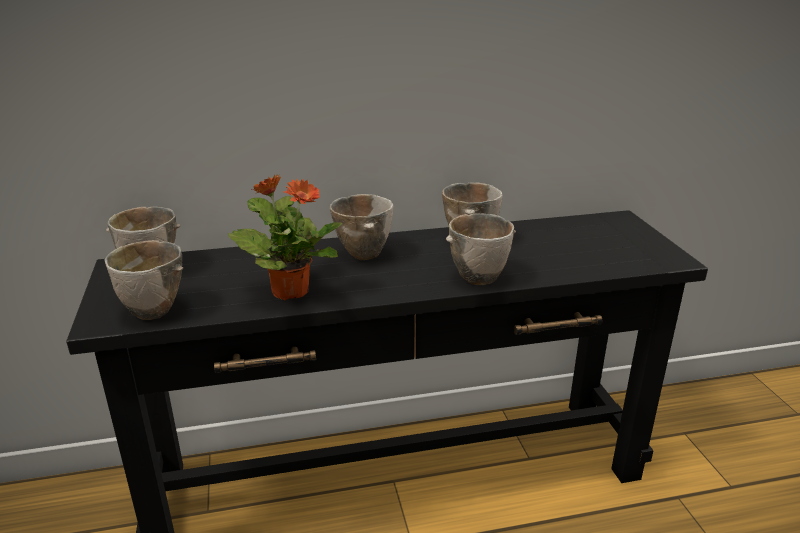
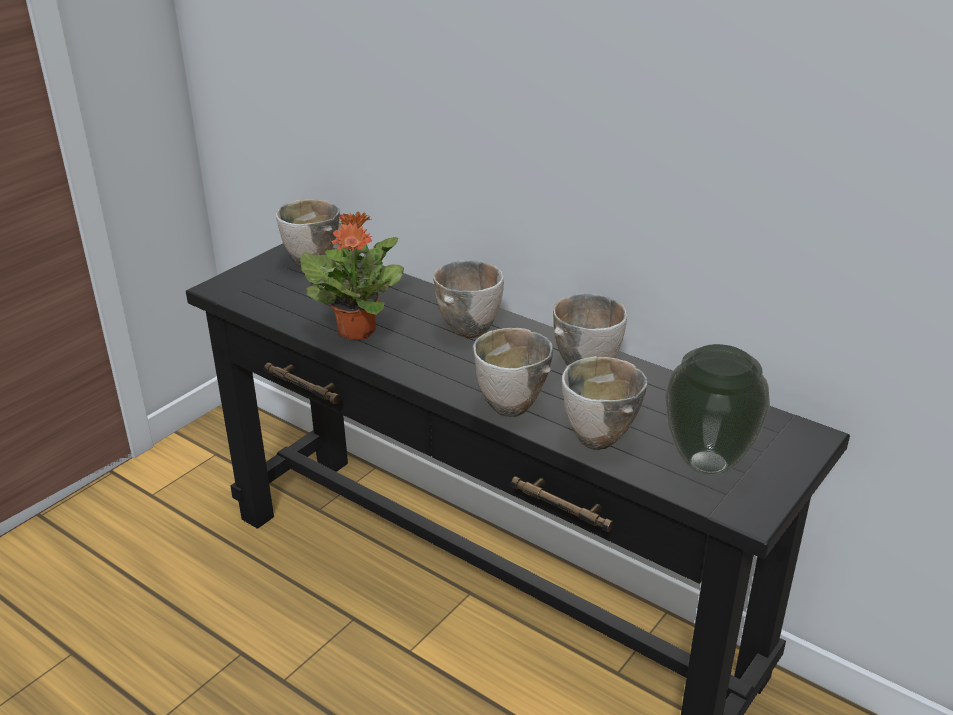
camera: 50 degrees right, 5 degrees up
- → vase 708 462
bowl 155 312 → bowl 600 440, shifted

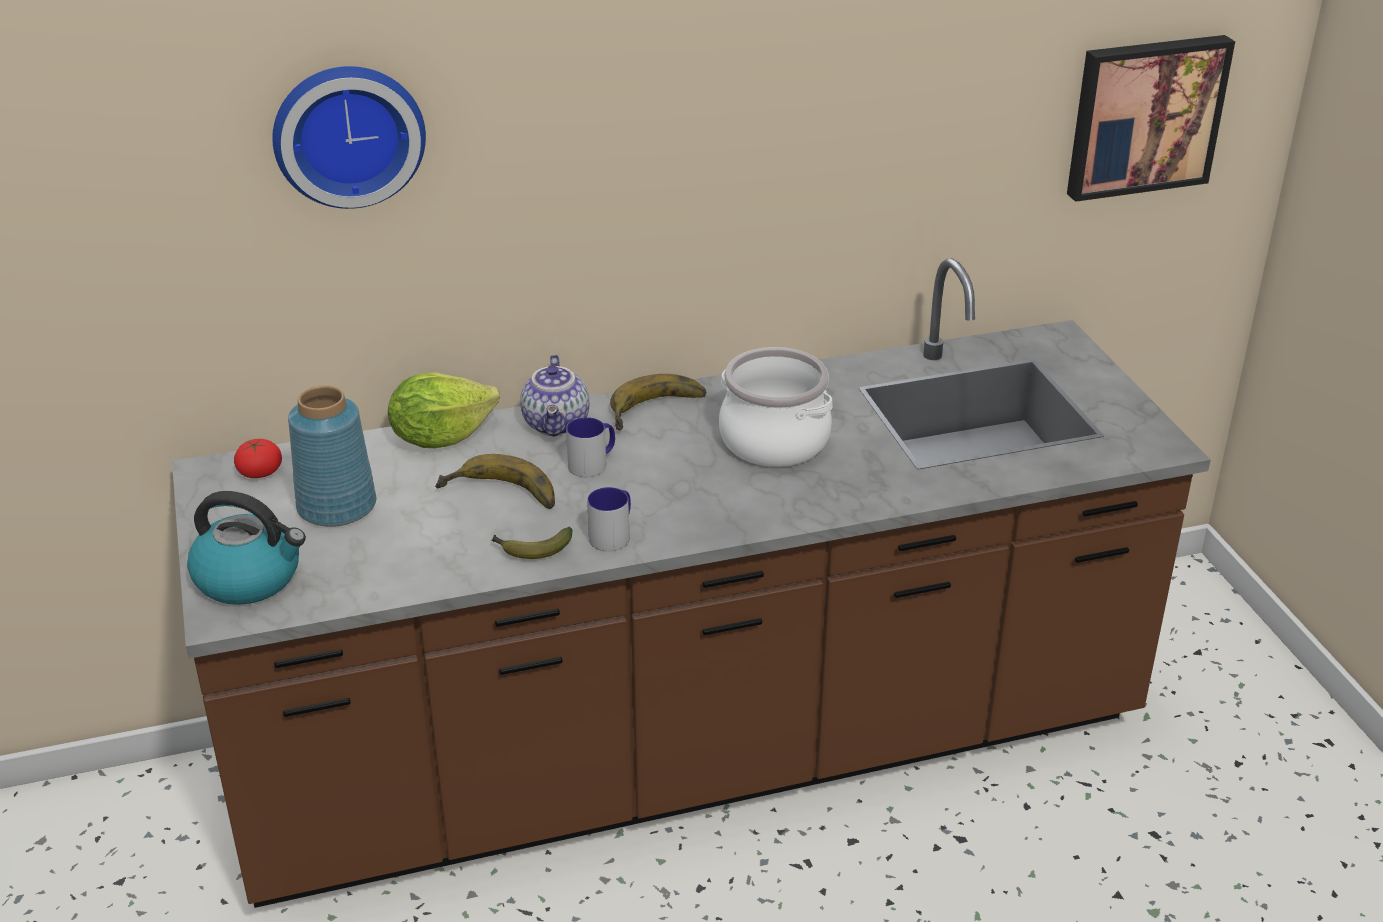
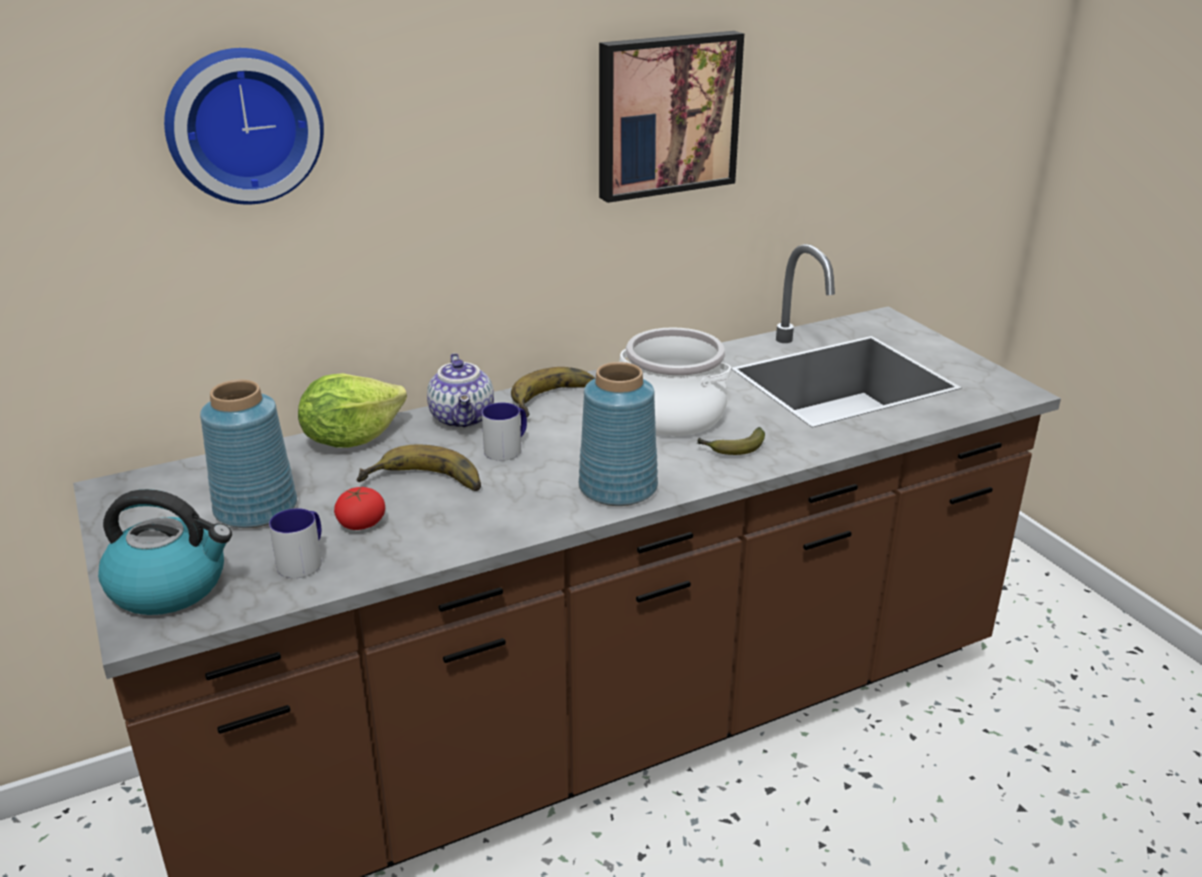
camera: 10 degrees left, 5 degrees down
- → vase (blue) 617 487
tomato 260 472 → tomato 361 523, shifted
banana 531 549 → banana 732 448, shifted
mug 613 534 → mug 304 560, shifted
picture 1144 115 → picture 666 114, shifted

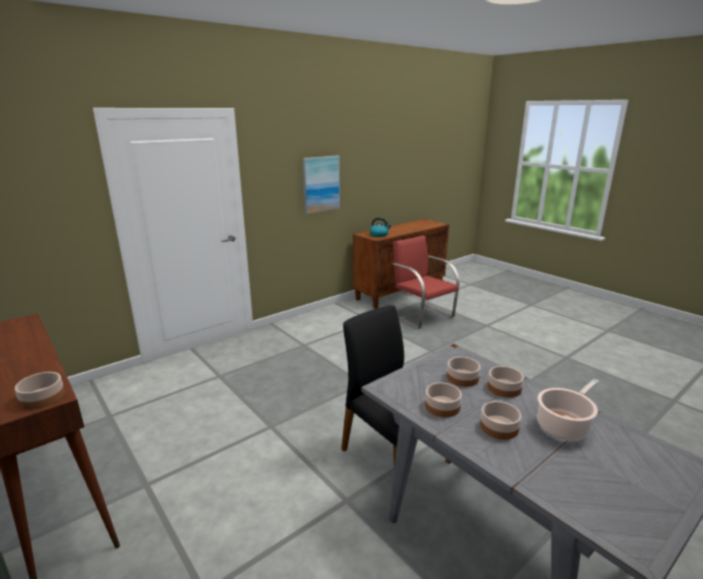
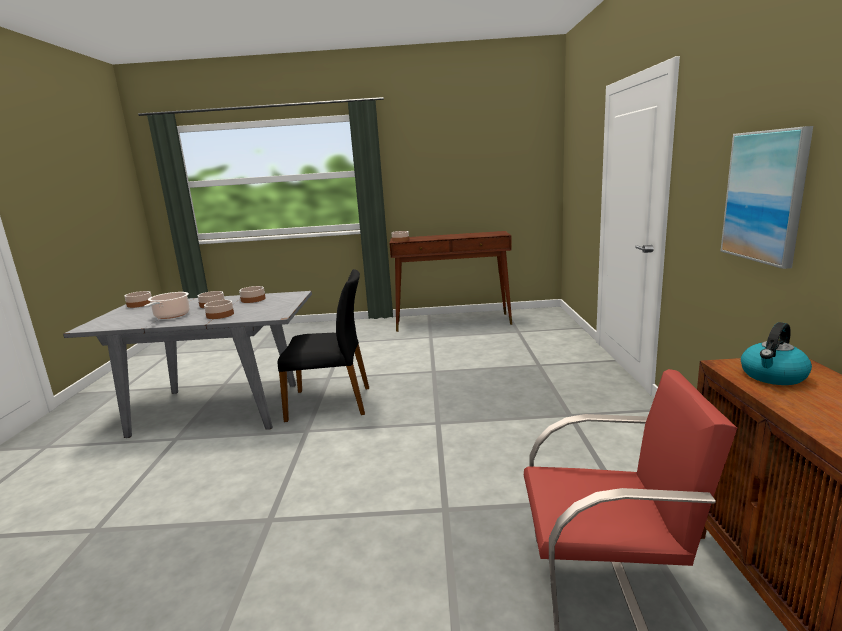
camera: 130 degrees right, 5 degrees down
bowl 463 378 → bowl 139 304, shifted

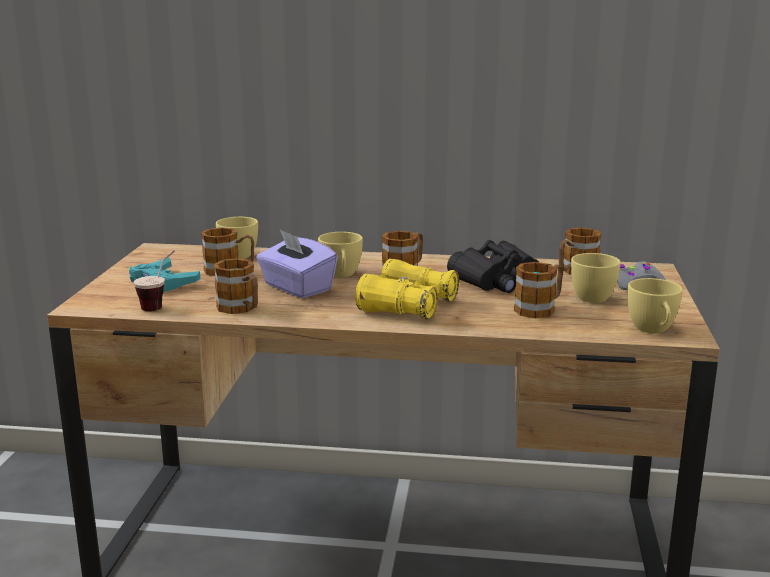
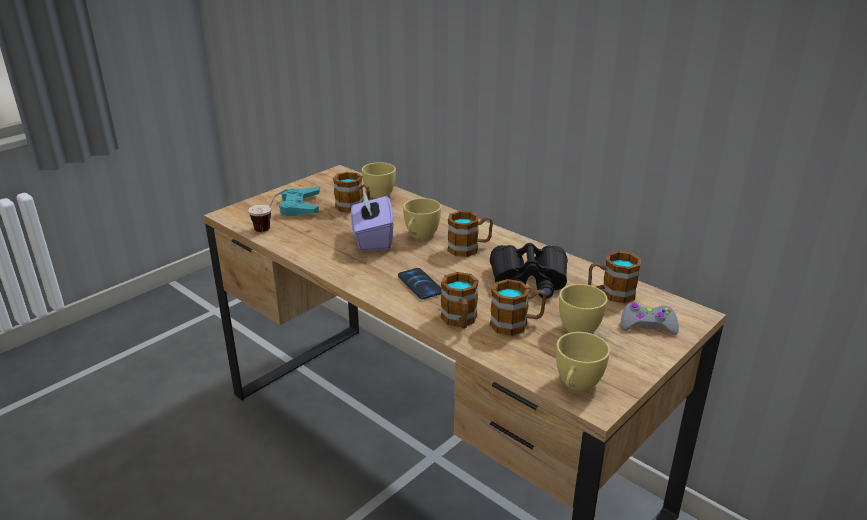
camera: 35 degrees right, 10 degrees up
mug 241 309 → mug 460 321, shifted
binoculars (yellow) 407 306 → phone 420 284

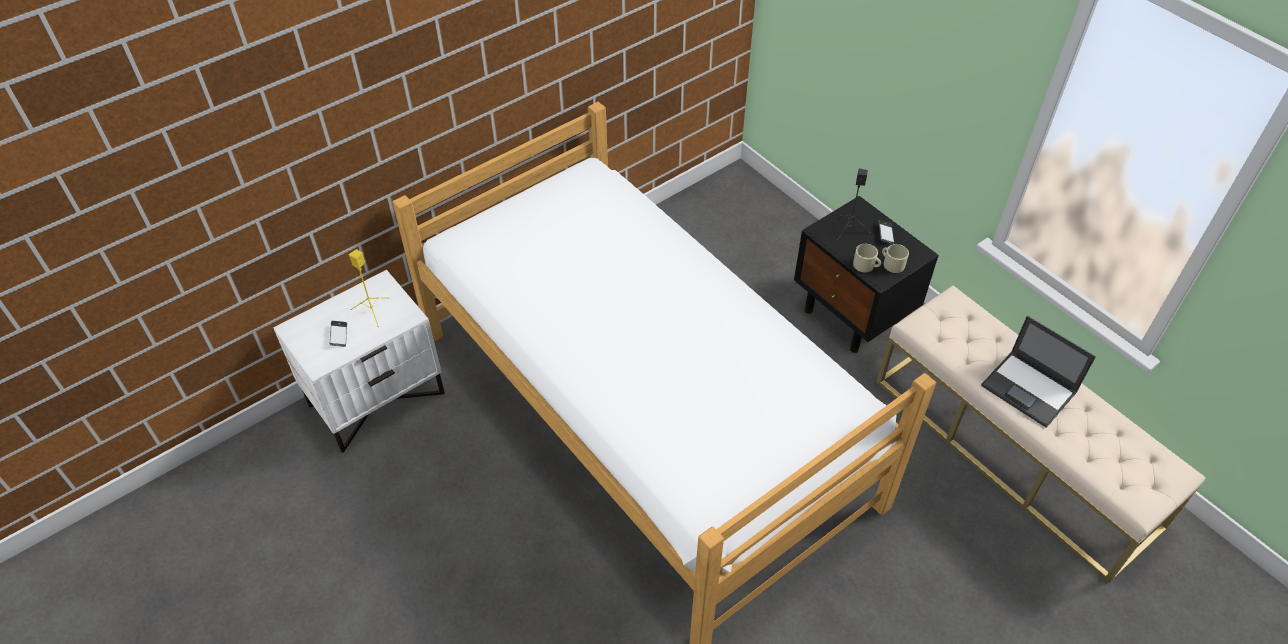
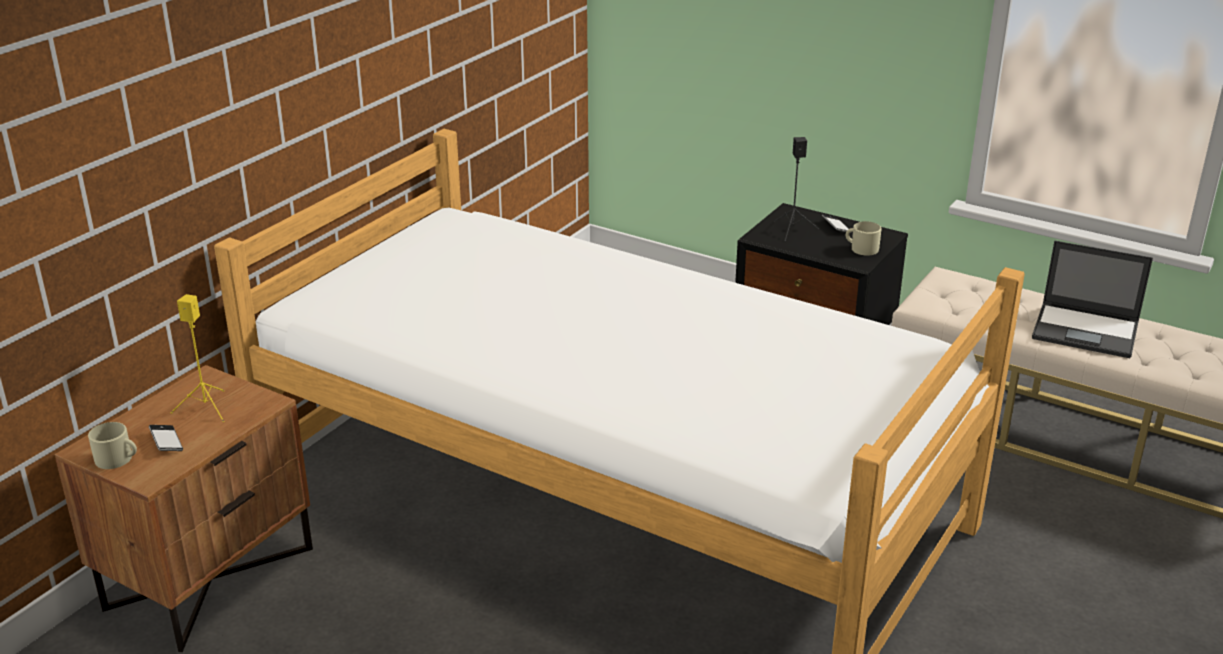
camera: 20 degrees left, 20 degrees down
mug (beige) 866 265 → mug (beige) 118 459, shifted
nightstand (white) 377 398 → nightstand (brown) 209 577

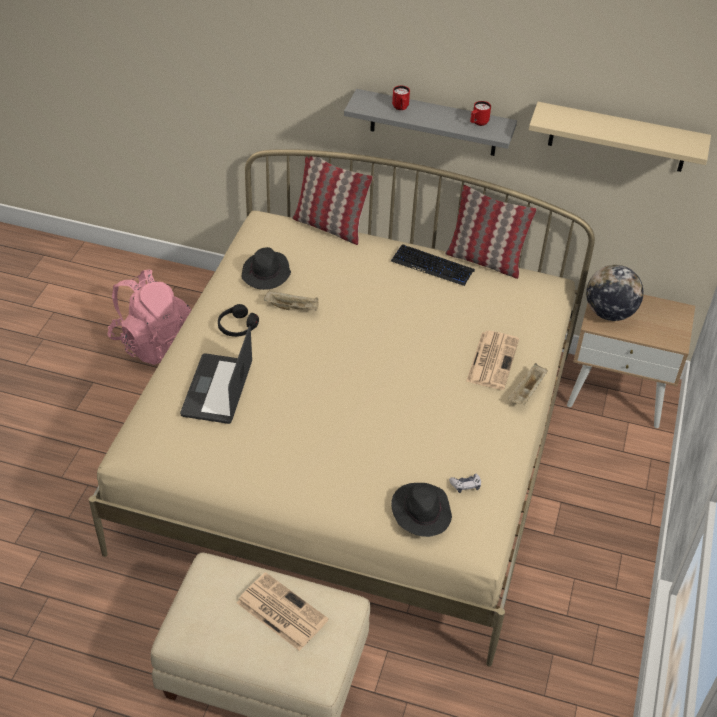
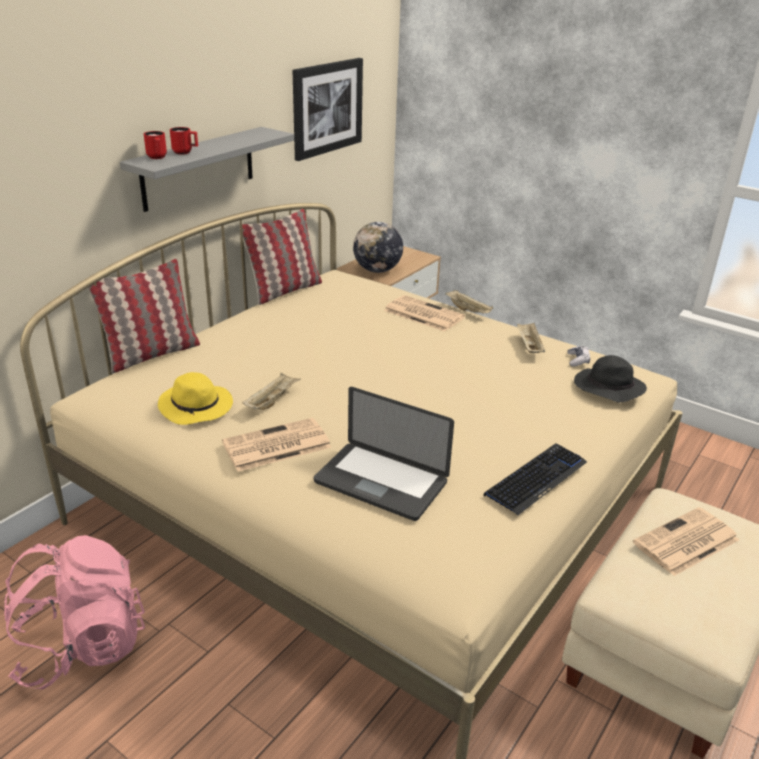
camera: 70 degrees left, 15 degrees down
- → tray (beige) 529 346
keyboard 432 266 → keyboard 536 479, shifted
mug (red) 478 123 → mug (red) 157 158, shifted
headphones (black) 237 326 → newspaper 275 446
shelf (beige) 618 137 → picture 327 108
hat (black) 266 274 → hat (yellow) 197 407

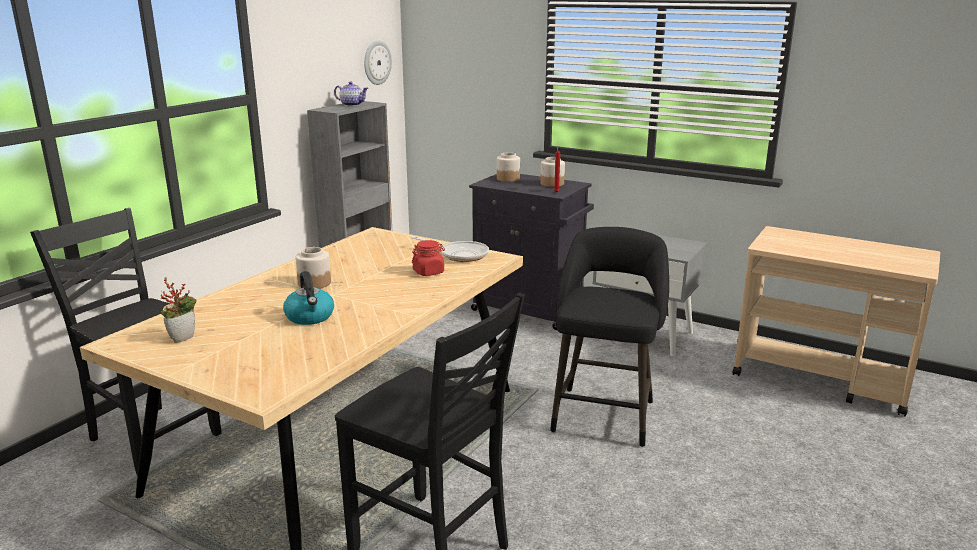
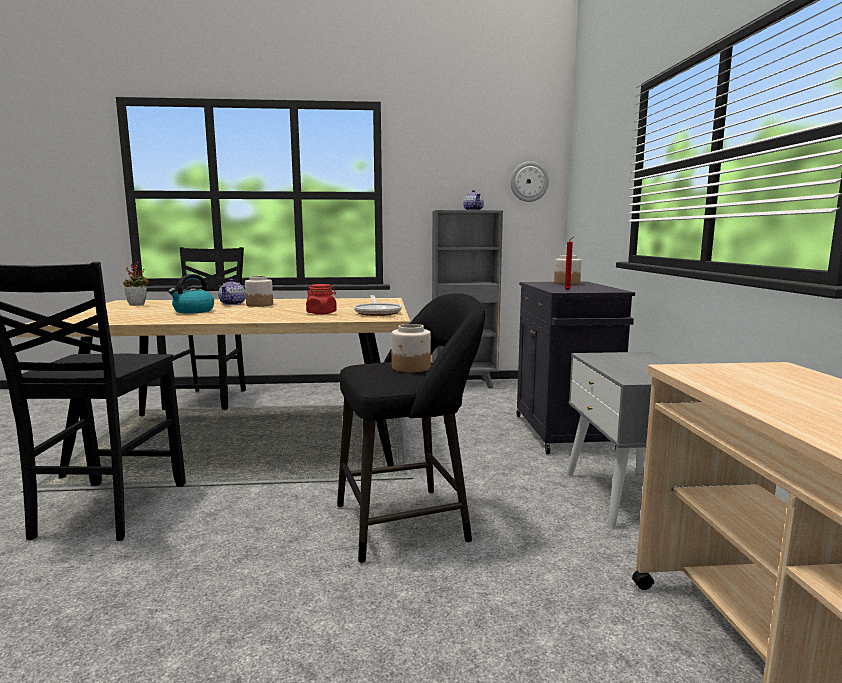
camera: 55 degrees right, 10 degrees down
- → teapot 233 304
jar 552 184 → jar 411 368, shifted

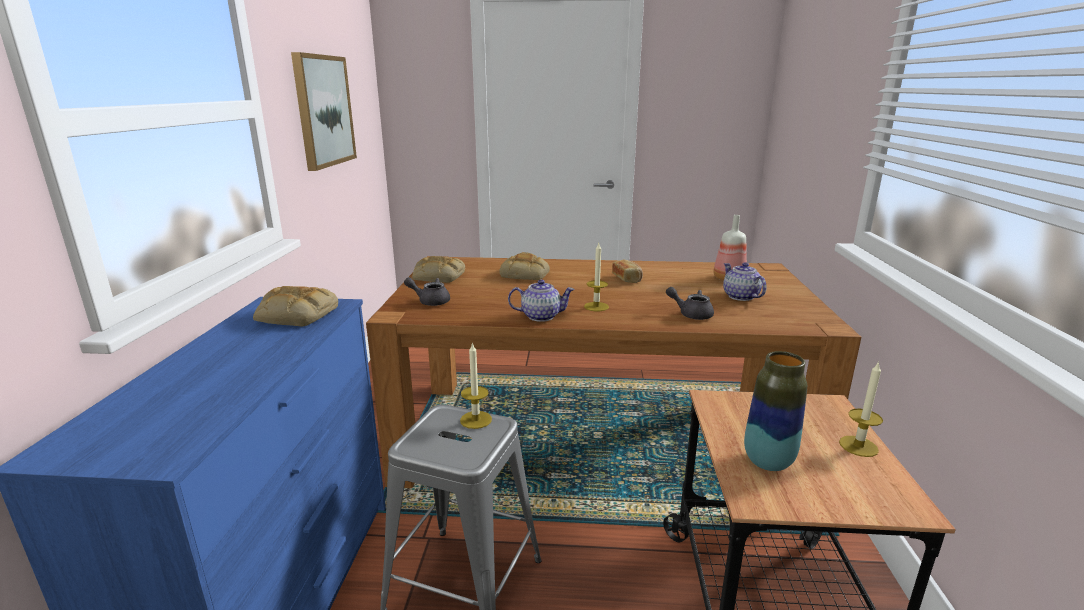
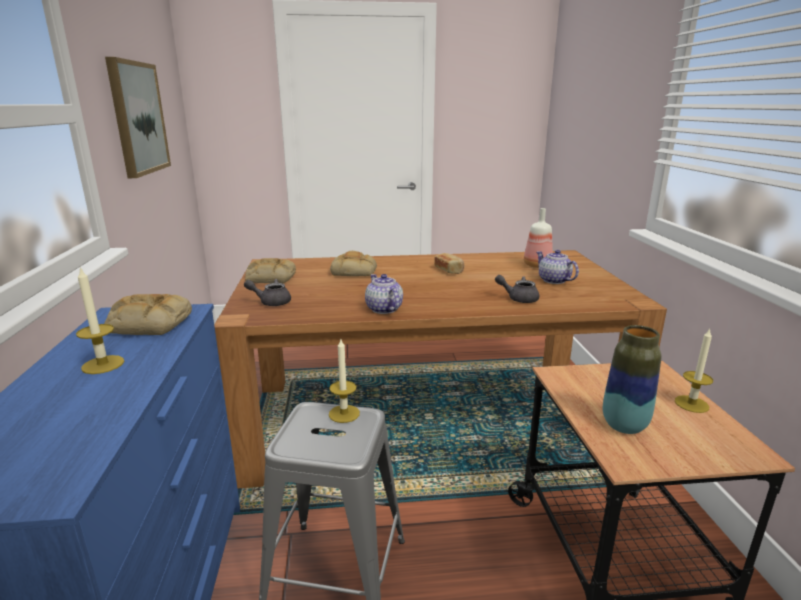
camera: 10 degrees left, 0 degrees up
candle 596 306 → candle 103 364, shifted
teapot 540 316 → teapot 383 309, 105 degrees counterclockwise

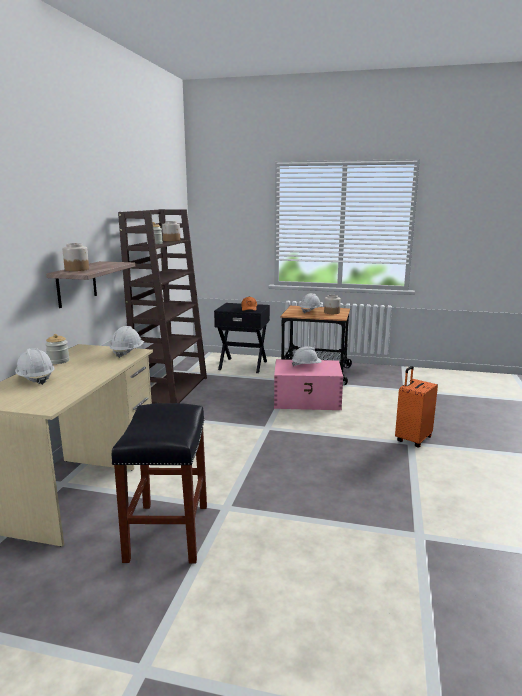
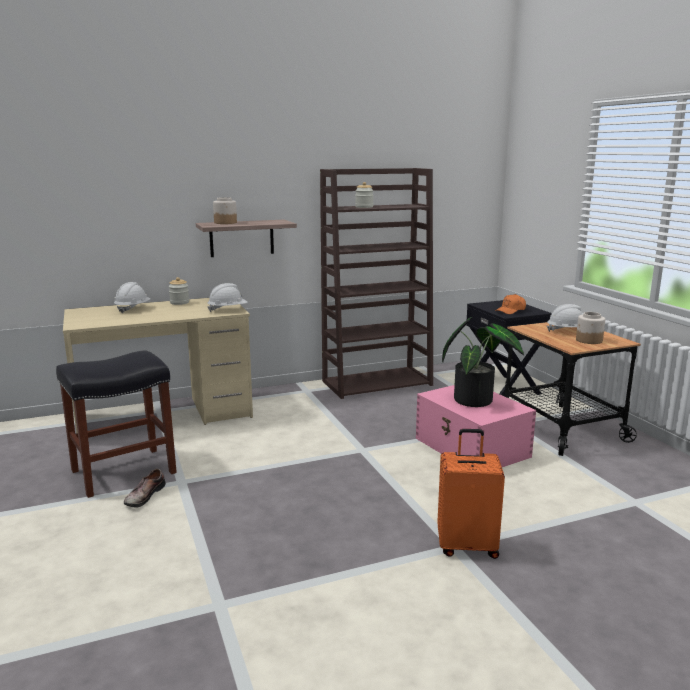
camera: 55 degrees right, 0 degrees up
jar 172 240 → -
- → shoe 143 496
hard hat (white) 306 366 → potted plant 477 399

